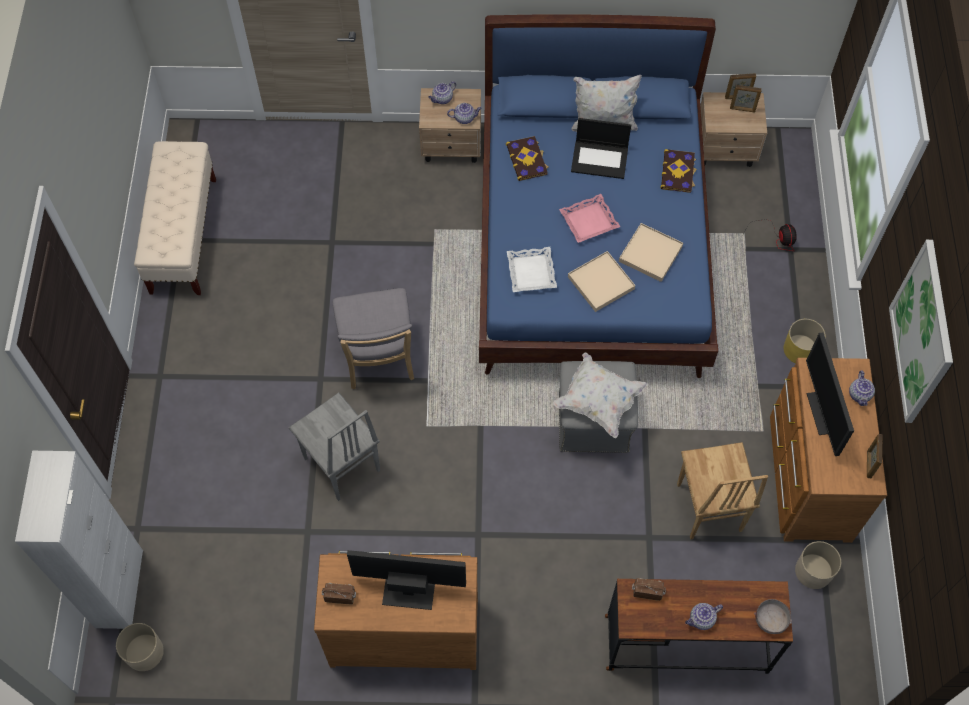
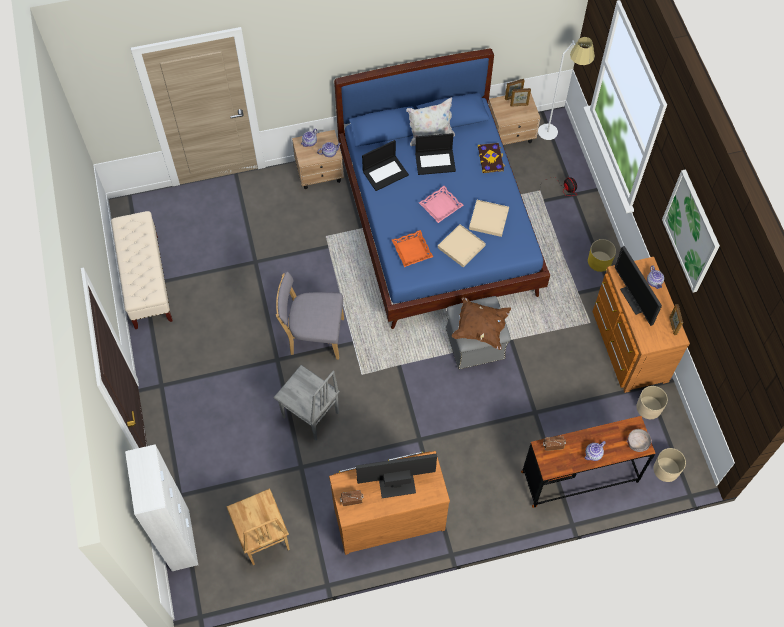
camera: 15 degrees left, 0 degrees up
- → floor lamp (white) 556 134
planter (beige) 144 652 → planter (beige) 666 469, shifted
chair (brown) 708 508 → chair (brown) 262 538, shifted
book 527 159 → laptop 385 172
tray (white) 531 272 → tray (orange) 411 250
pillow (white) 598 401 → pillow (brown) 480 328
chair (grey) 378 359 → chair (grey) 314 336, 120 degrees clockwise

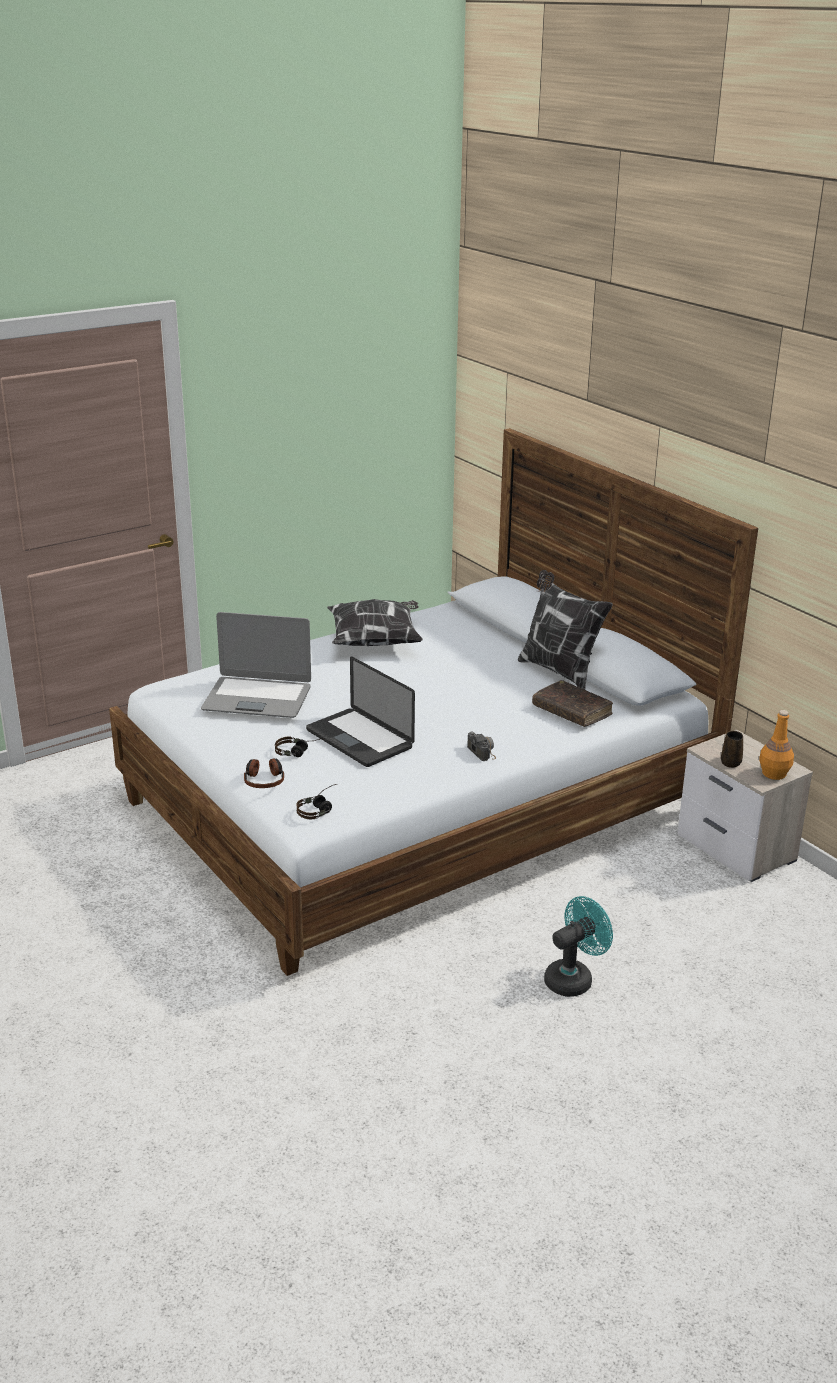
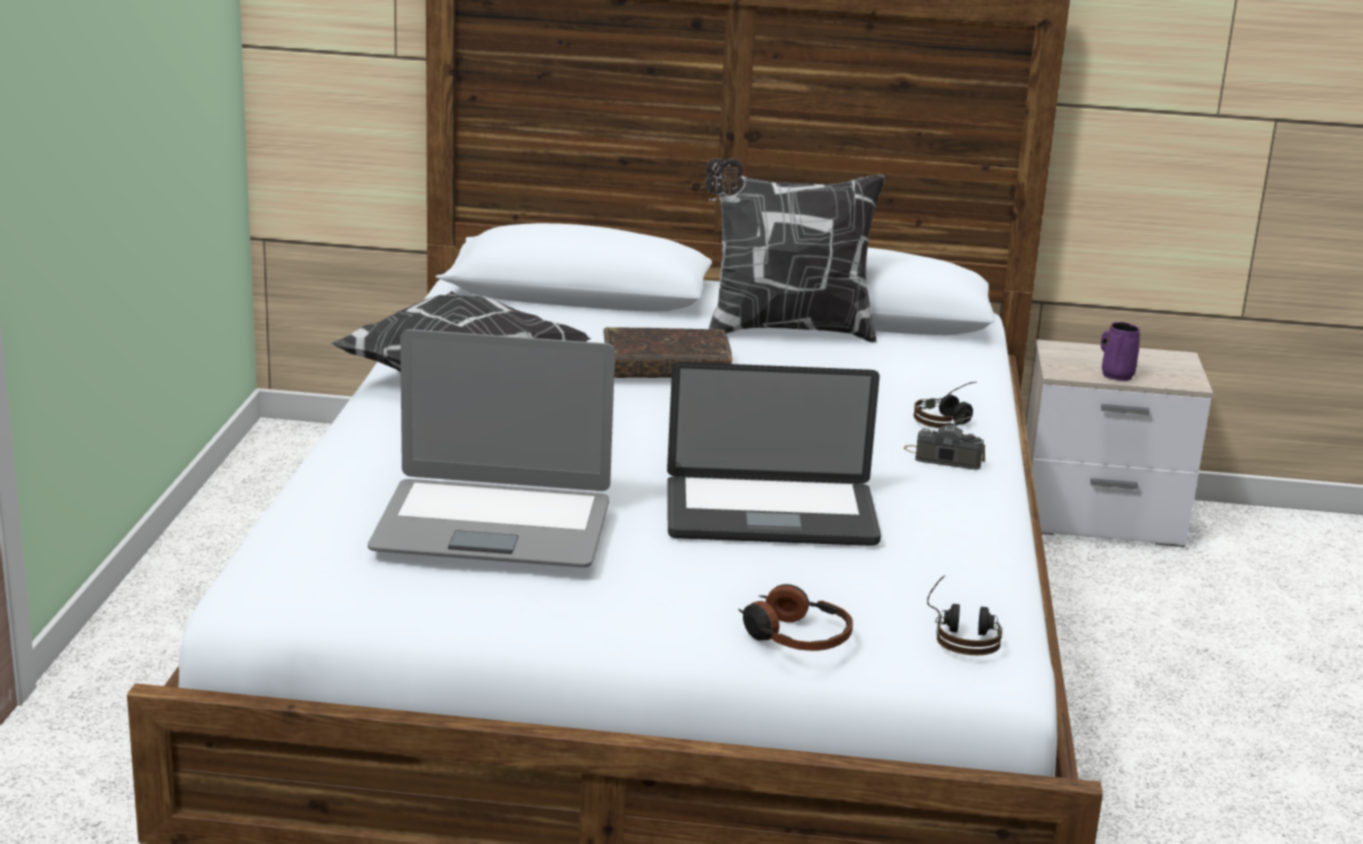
camera: 50 degrees left, 5 degrees down
fan (turquoise) 573 978 → -
bottle (orange) 773 774 → -
headphones 299 752 → headphones 950 418, shifted
book (brown) 571 711 → book (brown) 665 369, shifted
mug (brown) 731 762 → mug (purple) 1116 375
laptop 257 698 → laptop 493 526, 45 degrees clockwise

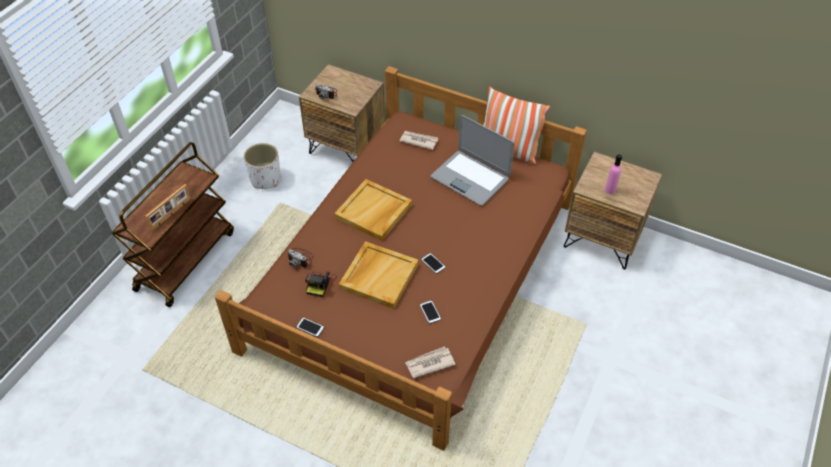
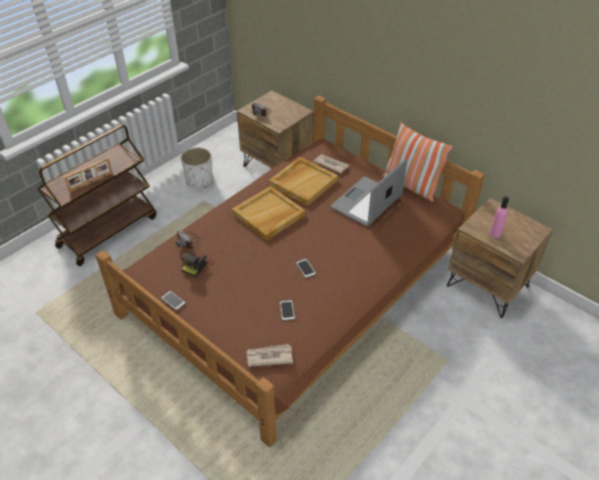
camera: 15 degrees right, 5 degrees down
tray (beige) 379 276 → tray (beige) 303 182, shifted
laptop 470 178 → laptop 367 202, 75 degrees clockwise

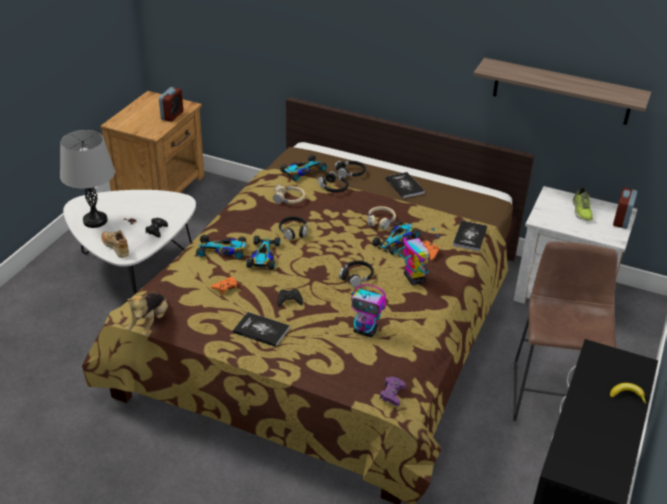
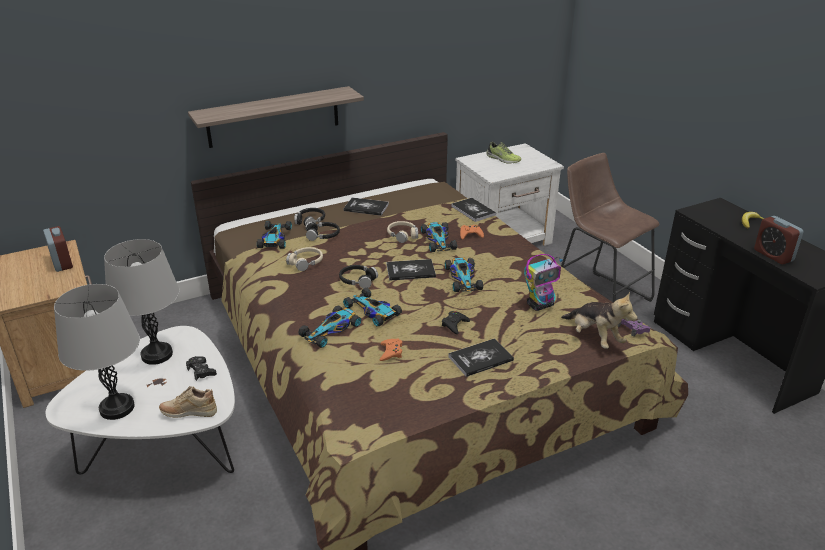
camera: 50 degrees left, 5 degrees down
toy robot 414 278 → -
- → table lamp (grey) 157 355
- → book 410 271
plush toy 150 323 → plush toy 594 338, shifted
shelf 561 91 → shelf 273 117, shifted
alarm clock 621 220 → alarm clock 773 255, shifted
headphones (black) 356 277 → toy car 463 278

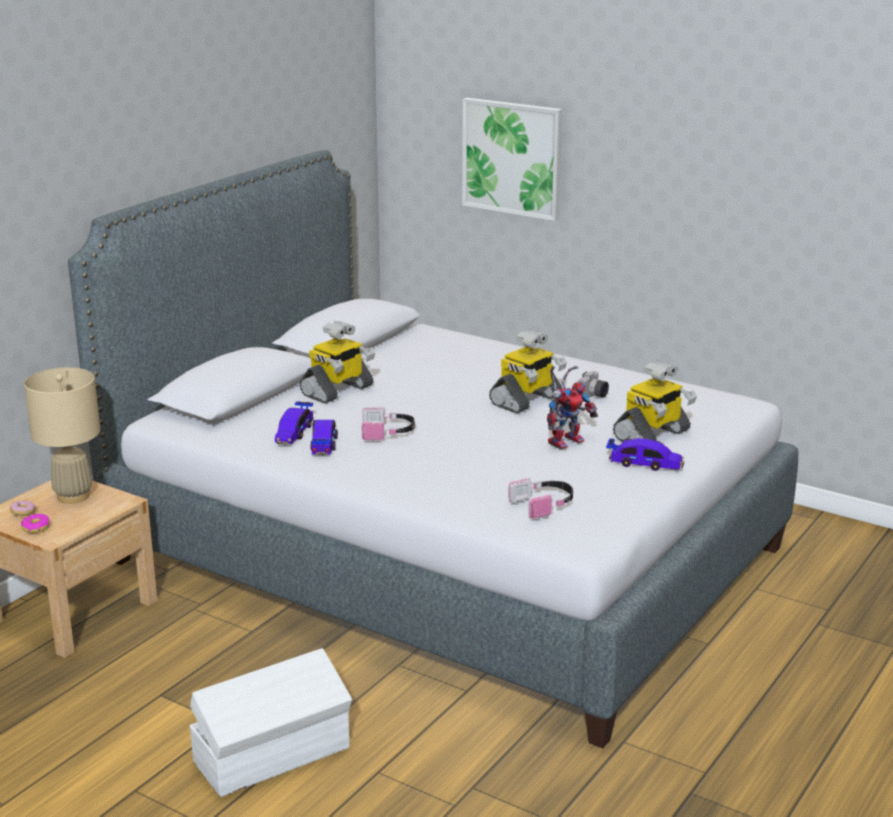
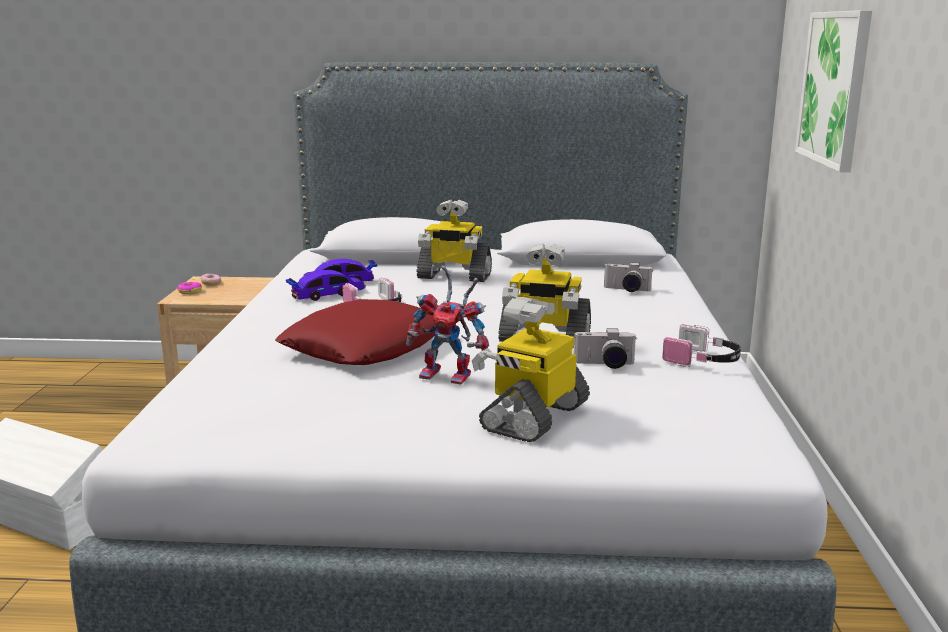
camera: 60 degrees right, 5 degrees down
table lamp (beige) 73 496 → -
toy car 644 463 → -
- → pillow (red) 365 346
- → photo camera 626 290
headphones 544 504 → headphones 703 360, shifted
toy robot 652 435 → toy robot 533 417, 105 degrees clockwise

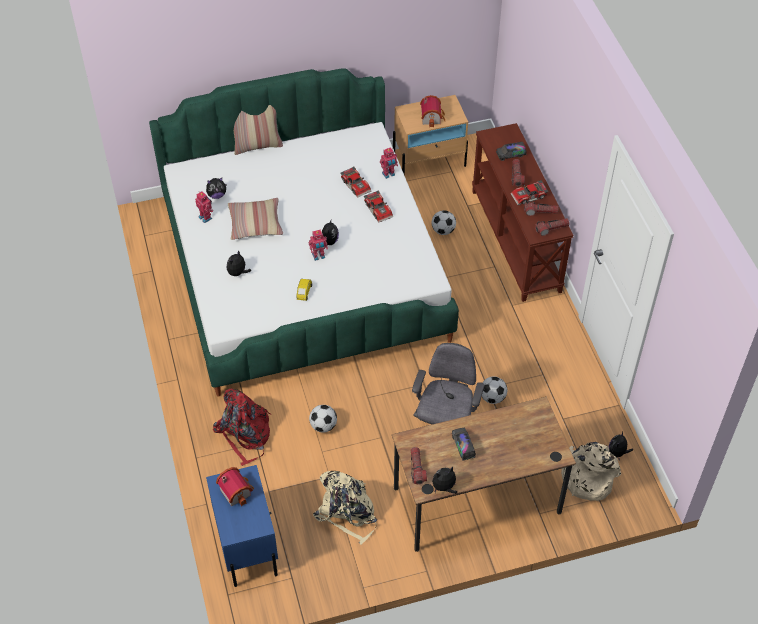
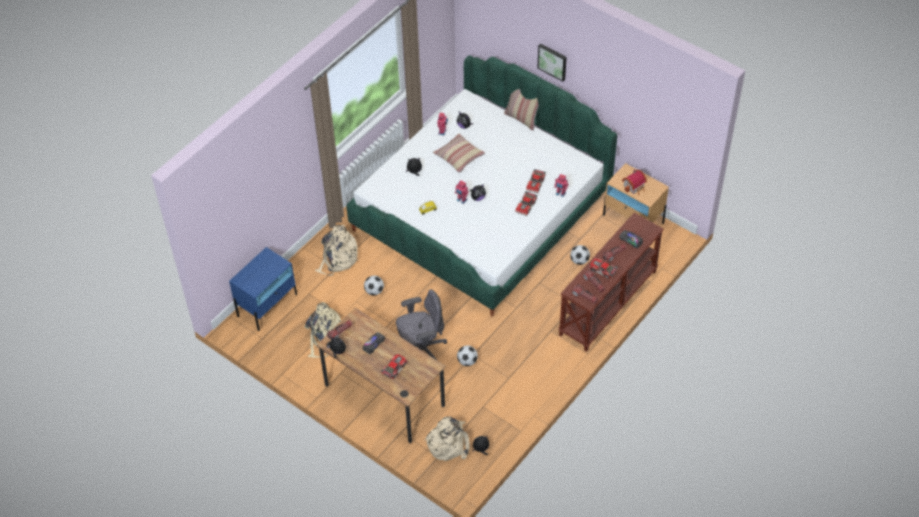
camera: 55 degrees right, 0 degrees up
toy house 236 491 → -
- → toy car 393 368
- → picture 552 61
backpack (red) 245 434 → backpack (beige) 338 259

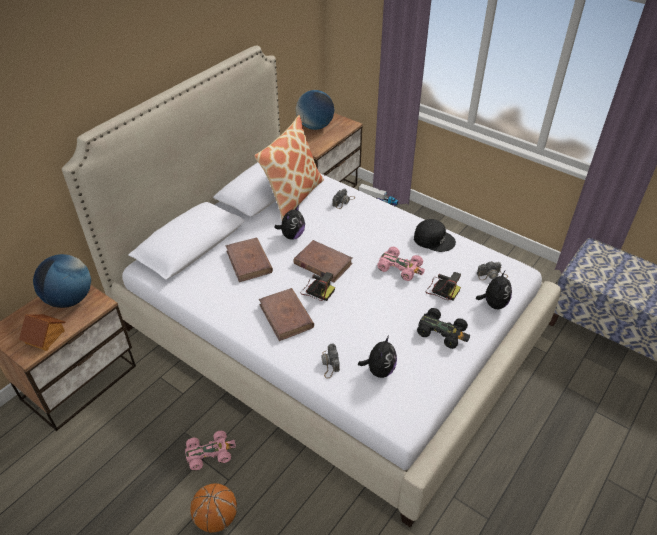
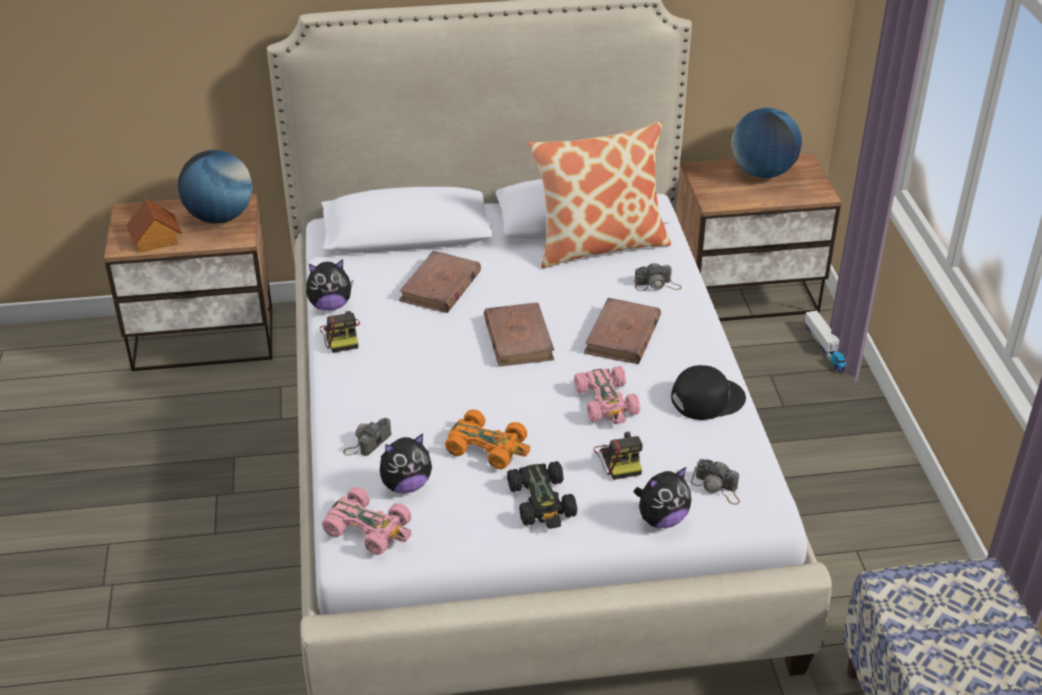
camera: 45 degrees right, 5 degrees down
basketball 216 518 → -
- → toy car (orange) 488 447
toy car (pink) 210 453 → toy car (pink) 369 528, shifted
book (brown) 286 316 → book (brown) 622 336, shifted
plush toy 292 235 → plush toy 330 305, shifted
photo camera 317 290 → photo camera 341 336, shifted
cap (black) 434 239 → cap (black) 706 398, 90 degrees counterclockwise

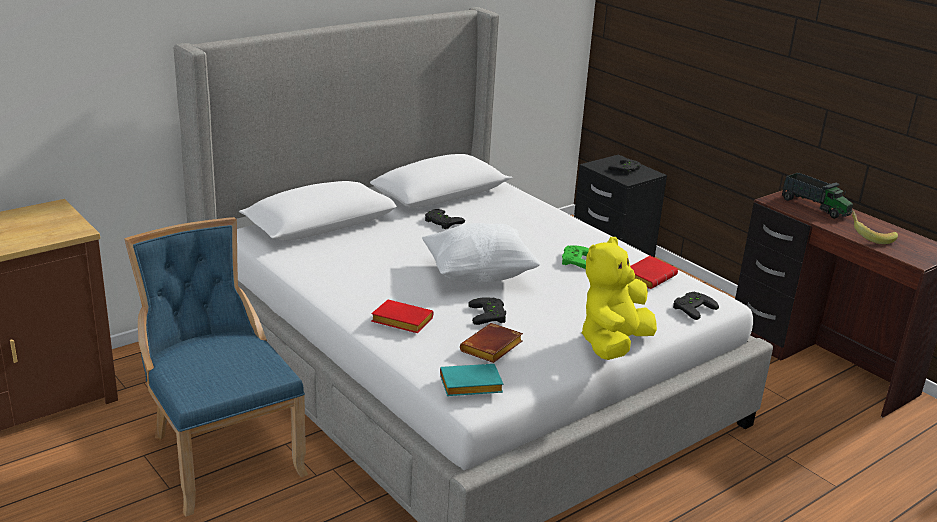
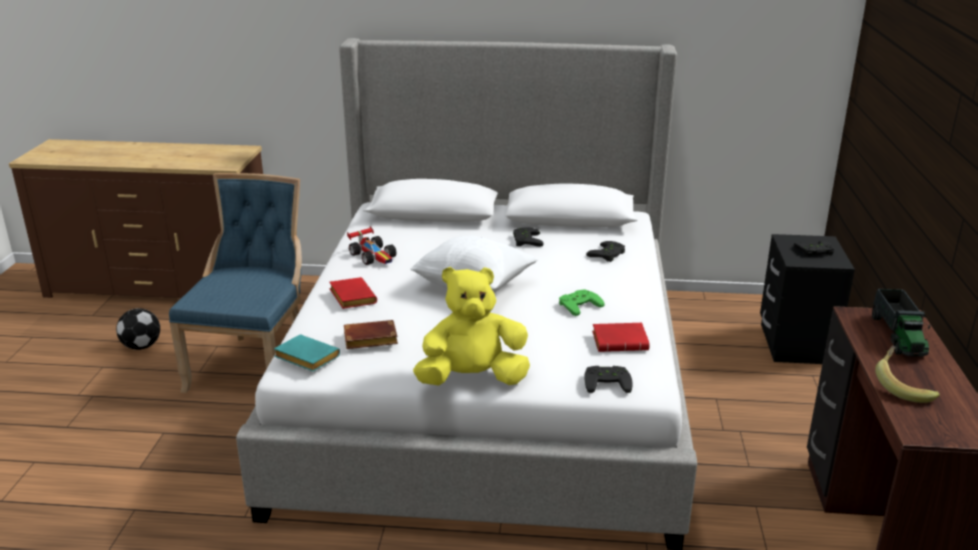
camera: 45 degrees right, 0 degrees up
- → football 141 347
- → toy car 374 255
game controller (black) 490 315 → game controller (black) 608 255, shifted

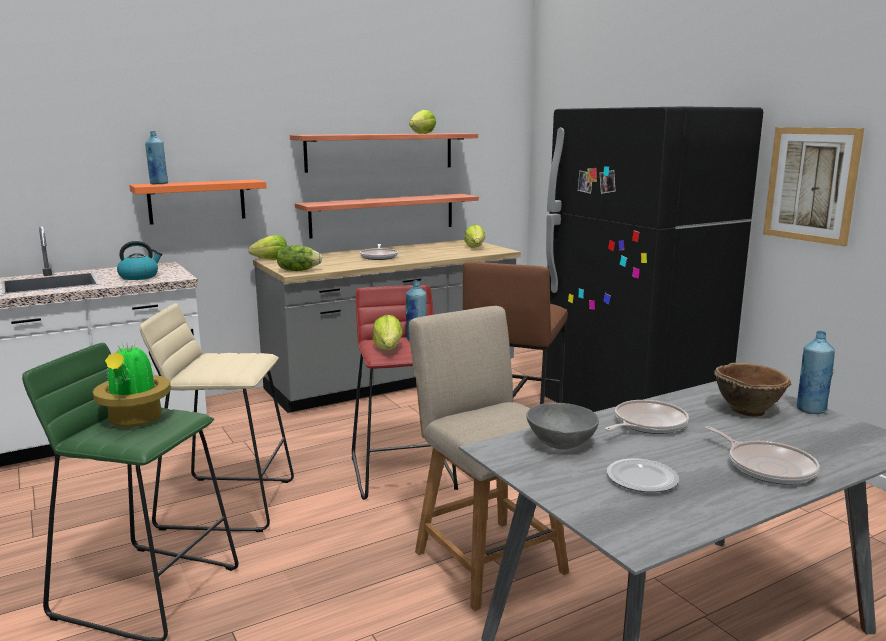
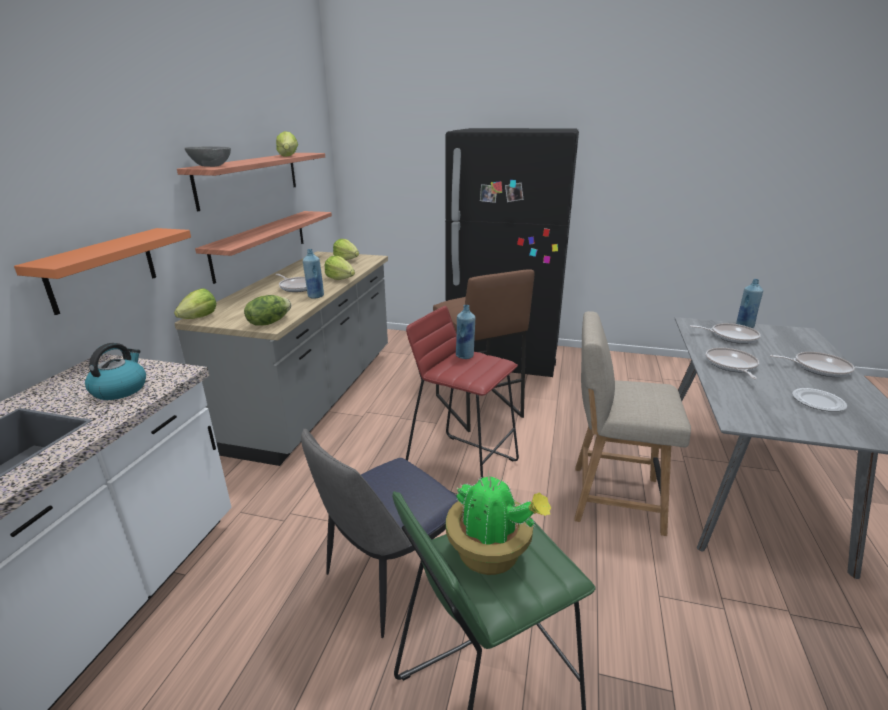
camera: 45 degrees left, 10 degrees up
picture 811 184 → -
bottle (blue) 158 184 → bottle (blue) 315 296, shifted
lettuce 388 349 → lettuce 340 279, shifted
bowl (grey) 561 443 → bowl (grey) 211 166, shifted
stool (beige) 227 503 → chair 389 578
bowl (brown) 747 410 → frying pan 731 336

